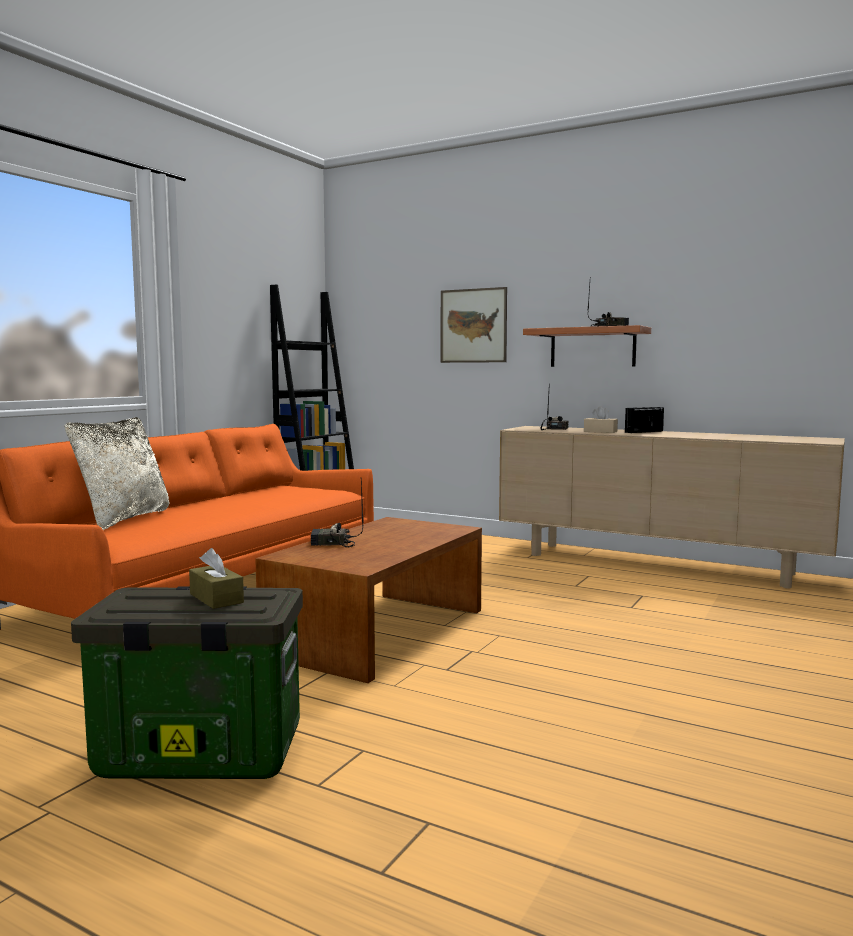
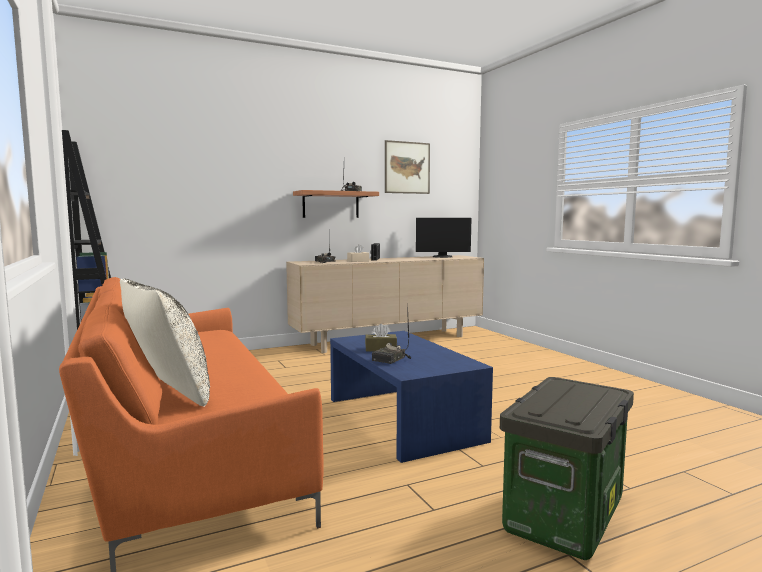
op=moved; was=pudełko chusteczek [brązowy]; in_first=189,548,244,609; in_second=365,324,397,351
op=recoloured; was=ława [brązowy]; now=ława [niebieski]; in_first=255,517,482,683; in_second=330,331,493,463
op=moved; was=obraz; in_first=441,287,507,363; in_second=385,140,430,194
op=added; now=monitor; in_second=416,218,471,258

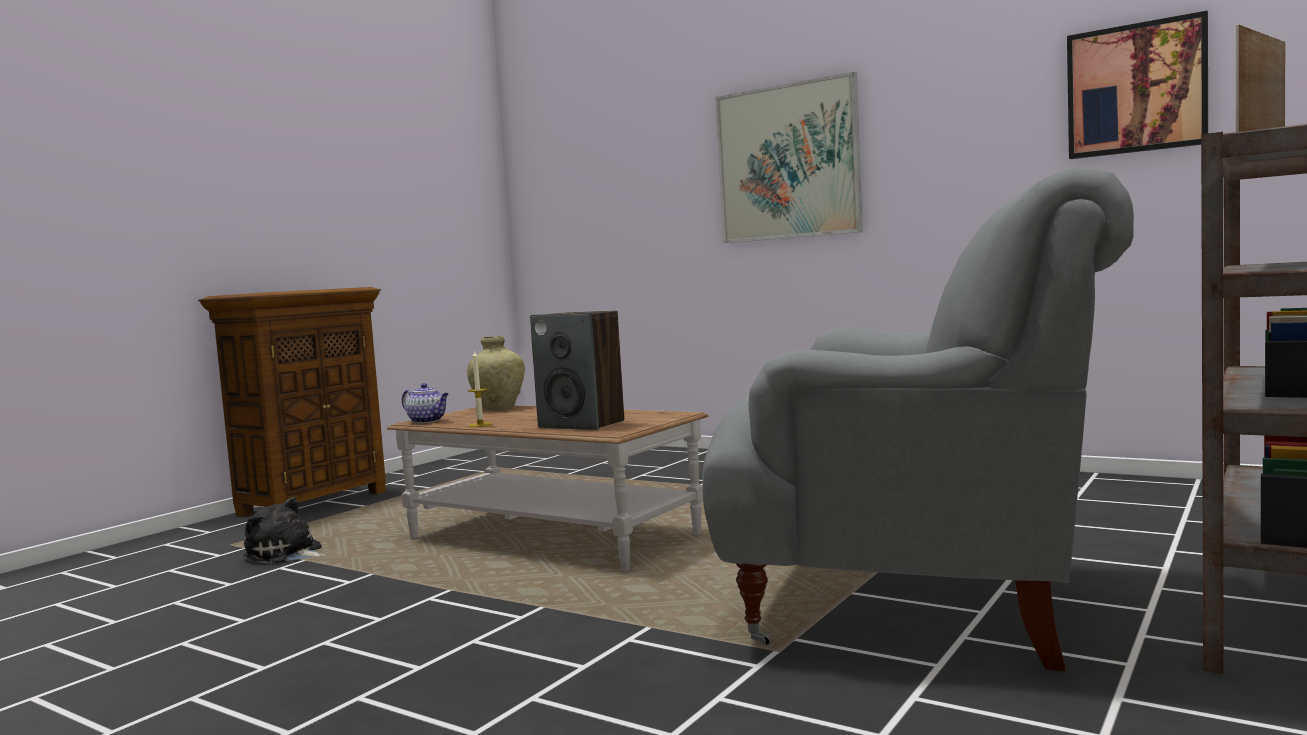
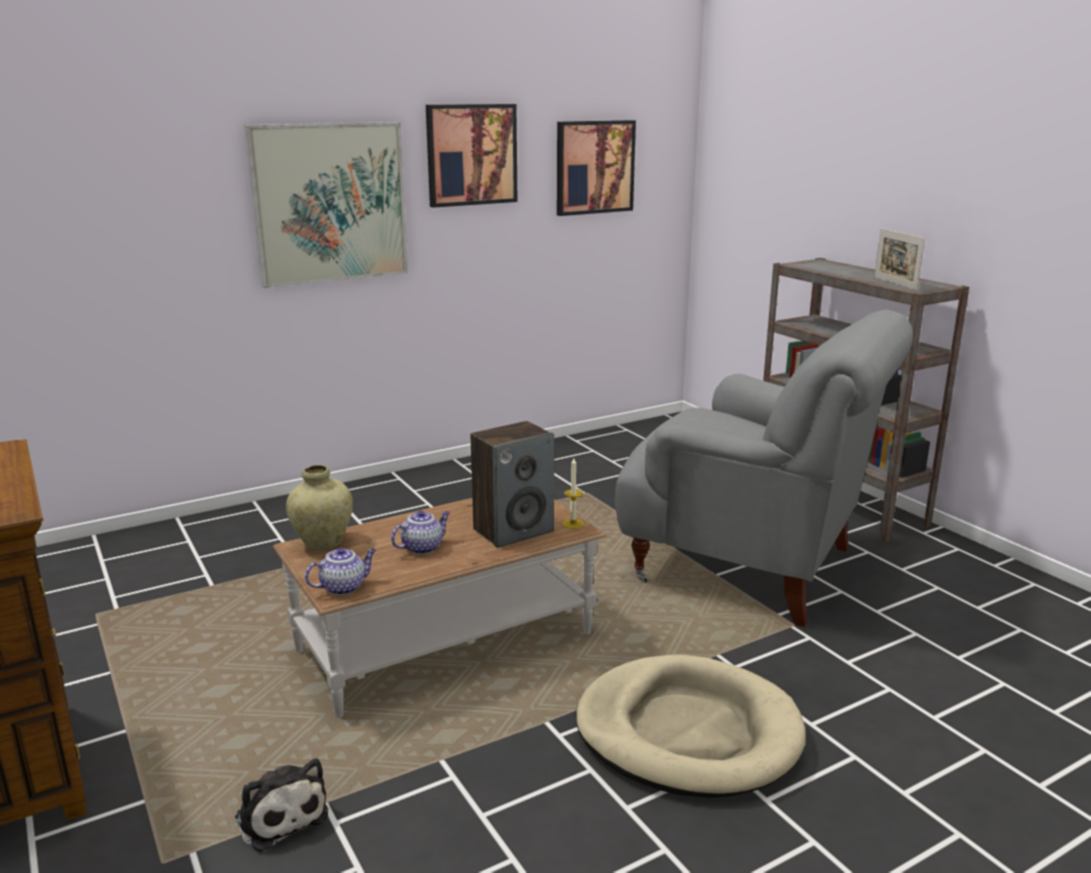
op=turned; was=pluszak; in_first=243,497,324,564; in_second=235,758,328,852; clockwise=-90
op=moved; was=świeca; in_first=468,351,492,427; in_second=562,458,584,529
op=turned; was=fotel [szary]; in_first=702,167,1134,672; in_second=615,310,913,627; clockwise=75
op=added; now=imbryk; in_second=391,511,450,554
op=added; now=obraz; in_second=426,104,517,208
op=added; now=legowisko [beżowy]; in_second=576,655,805,798

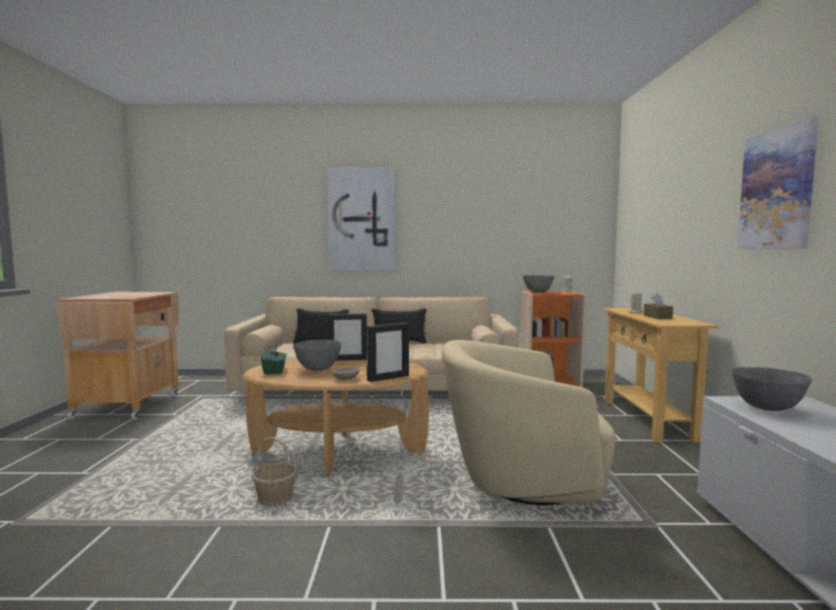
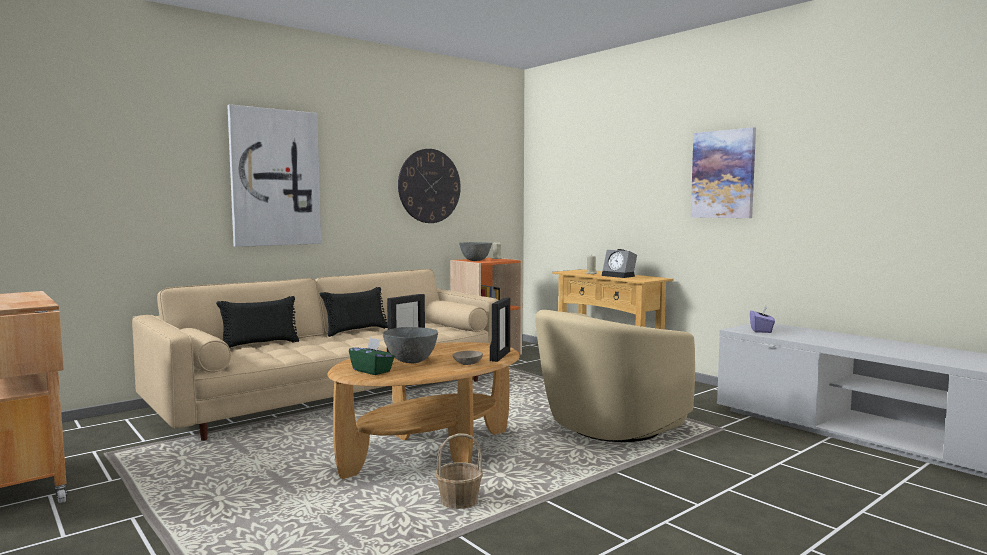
op=replaced; was=pudełko chusteczek [brązowy]; now=budzik; in_first=644,293,673,319; in_second=602,249,637,278
op=replaced; was=miska [szary]; now=pudełko chusteczek [fioletowy]; in_first=732,367,812,411; in_second=750,306,775,333
op=added; now=zegar ścienny; in_second=398,149,461,223

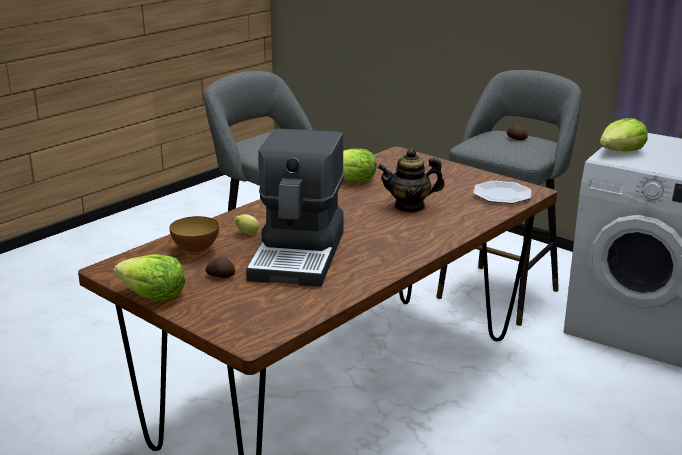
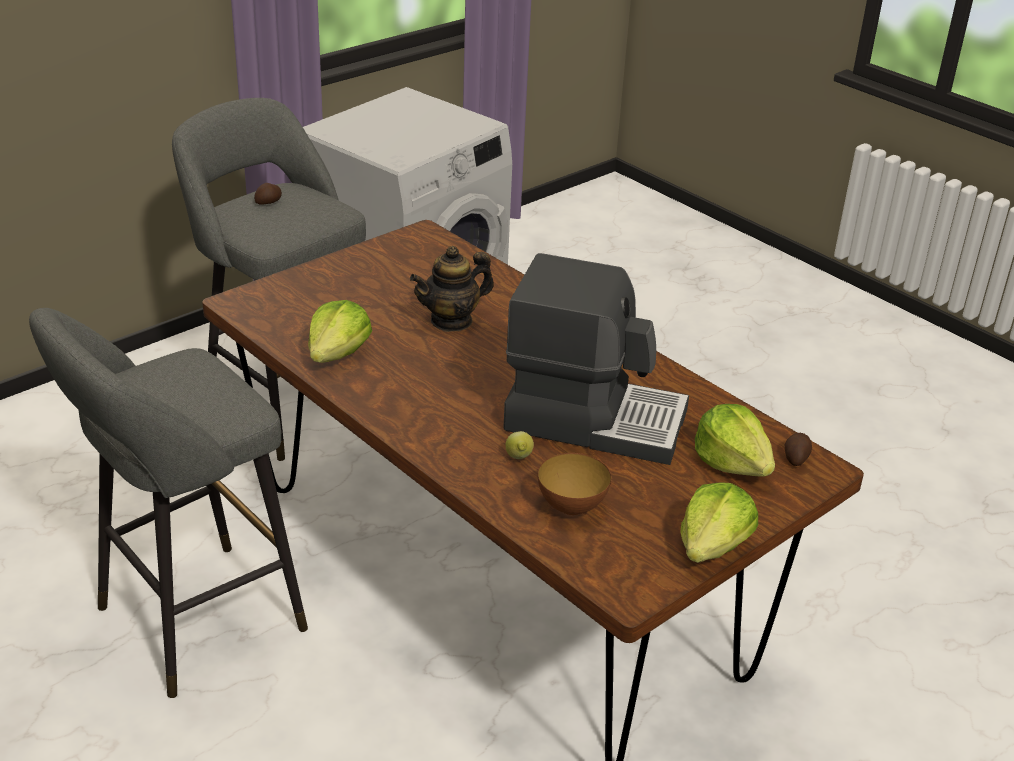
op=moved; was=ziemniak; in_first=206,257,235,278; in_second=785,433,812,466
op=turned; was=imbryk; in_first=378,148,445,213; in_second=410,246,494,332; clockwise=60
op=removed; was=talerz; in_first=473,181,532,204
op=moved; was=sałata; in_first=600,118,648,152; in_second=695,404,775,476

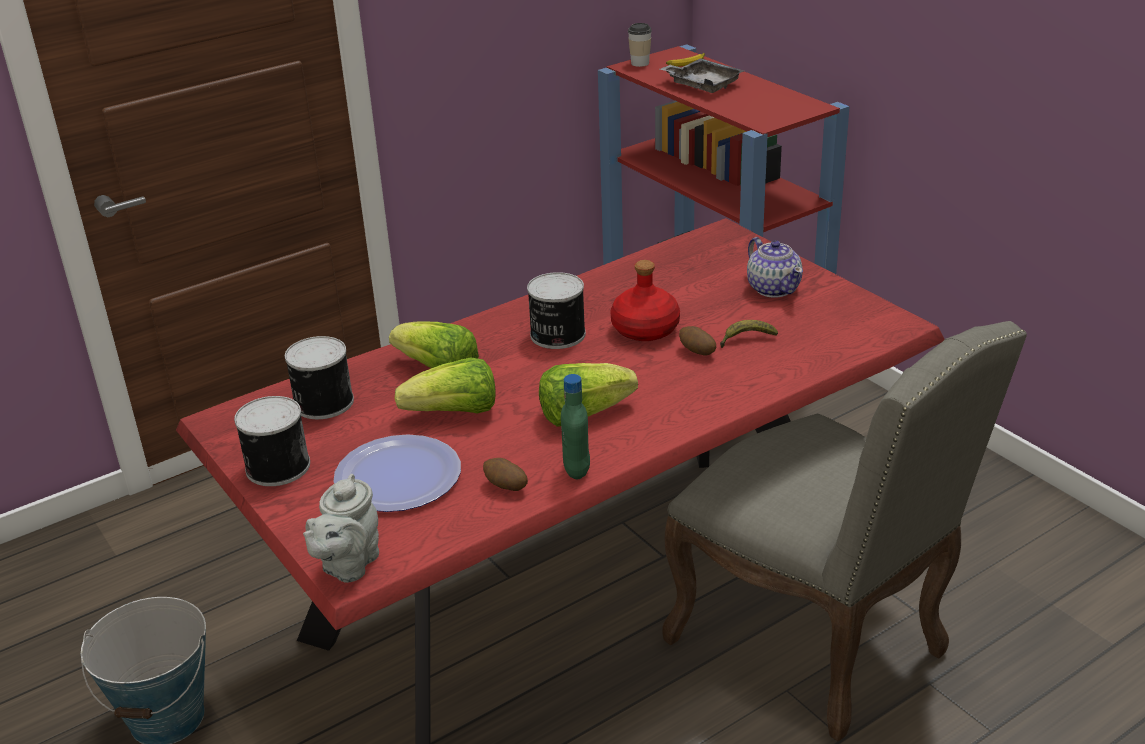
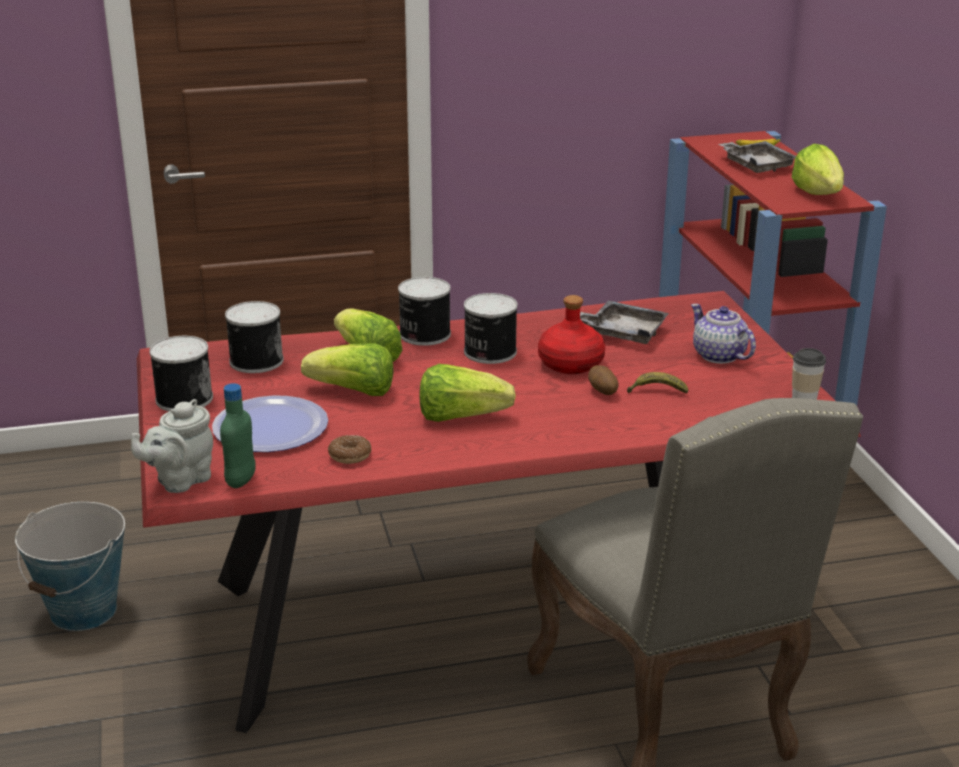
op=replaced; was=ziemniak; now=donut; in_first=483,458,528,491; in_second=328,435,372,464
op=moved; was=butelka [zielony]; in_first=561,374,590,479; in_second=220,383,256,488
op=moved; was=filiżanka; in_first=628,23,652,67; in_second=792,348,826,400
op=turned; was=imbryk; in_first=747,237,803,298; in_second=691,304,756,364; clockwise=150
op=added; now=puszka; in_second=398,277,451,346
op=added; now=taca [szary]; in_second=580,300,669,344
op=added; now=sałata; in_second=792,144,844,195

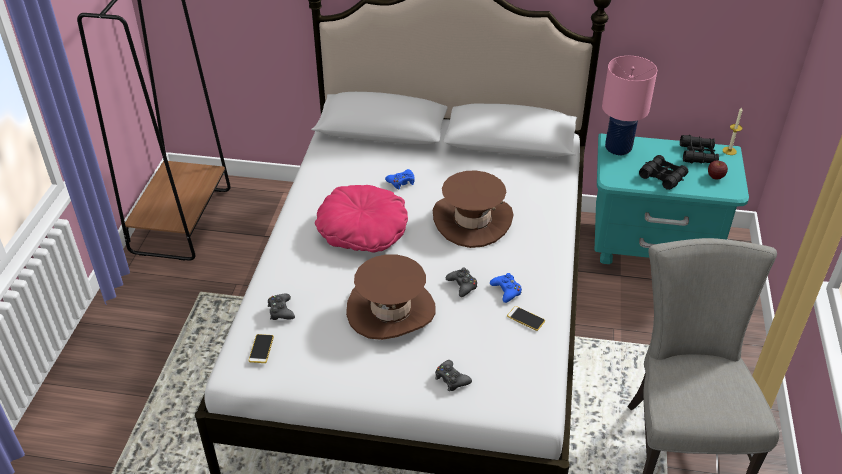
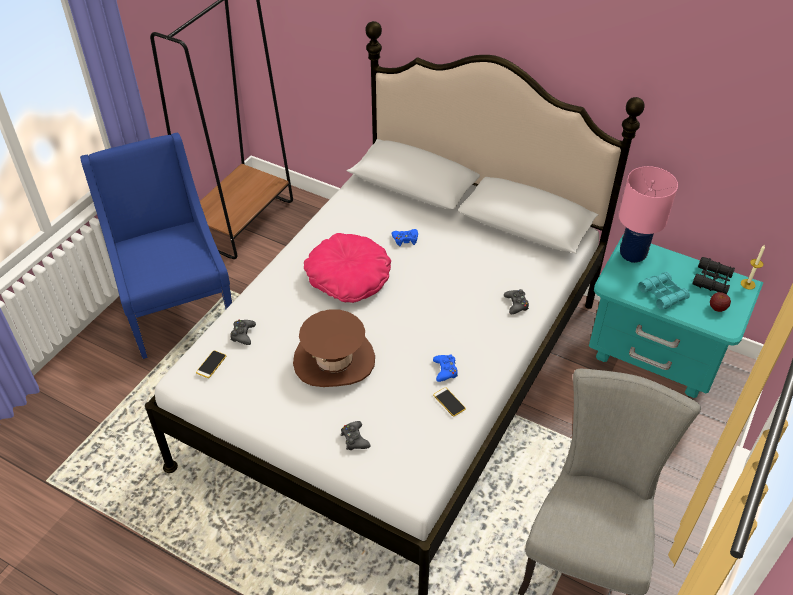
op=removed; was=kapelusz [brązowy]; in_first=433,170,514,248
op=moved; was=pad do gier [czarny]; in_first=446,267,477,297; in_second=504,289,529,314
op=recoloured; was=lornetka [czarny]; now=lornetka [turkusowy]; in_first=639,155,688,190; in_second=638,272,690,310
op=added; now=fotel [niebieski]; in_second=80,133,232,359

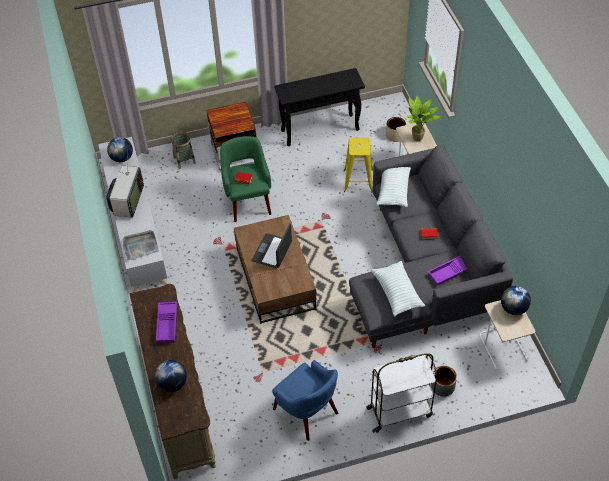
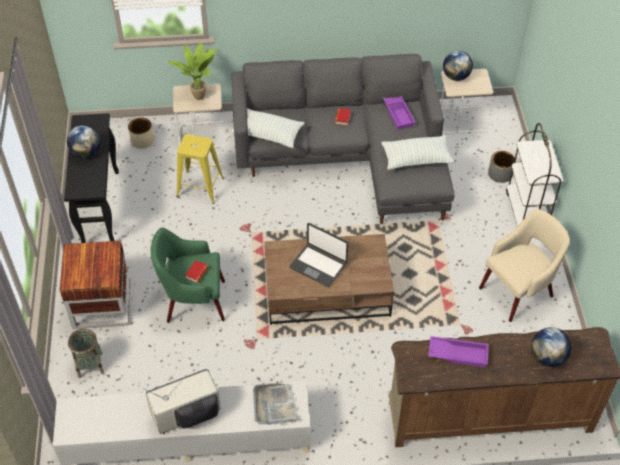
op=turned; was=telewizor; in_first=106,160,144,218; in_second=142,369,220,434; clockwise=-45
op=moved; was=globus; in_first=107,137,133,162; in_second=67,125,100,158
op=recoloured; was=fotel [niebieski]; now=fotel [beżowy]; in_first=272,360,338,441; in_second=479,209,570,322

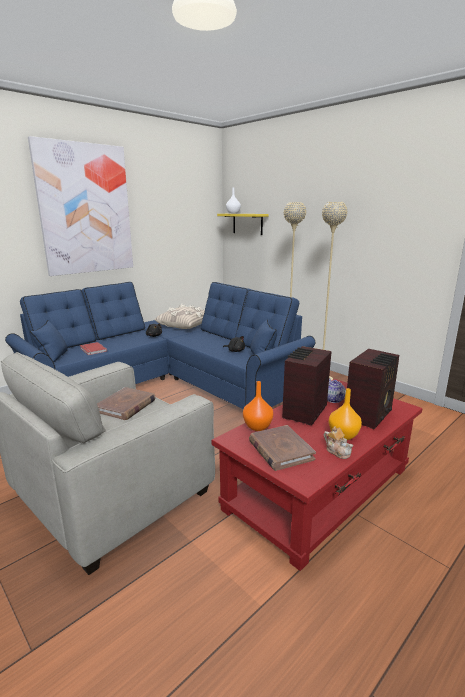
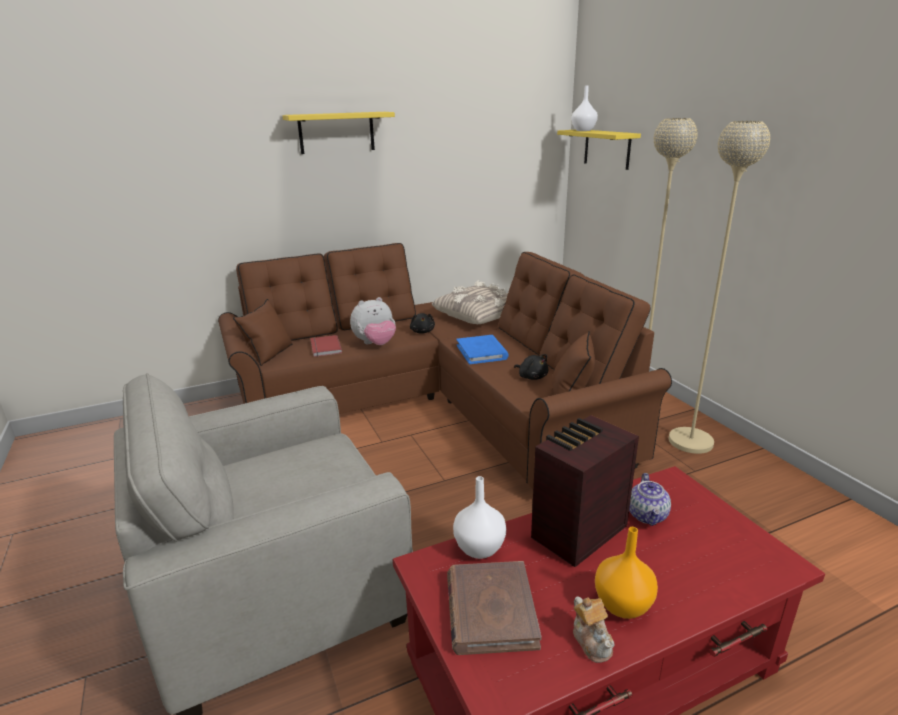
op=recoloured; was=kanapa [niebieski]; now=kanapa [brązowy]; in_first=5,282,315,409; in_second=218,243,672,489
op=replaced; was=obraz; now=półka [żółty]; in_first=28,136,133,276; in_second=282,112,395,154
op=removed; was=książka [brązowy]; in_first=97,387,156,420
op=recoloured; was=wazon [pomarańczowy]; now=wazon [biały]; in_first=243,381,273,431; in_second=453,476,506,559
op=removed; was=radio; in_first=347,349,399,429
op=added; now=pluszak; in_second=350,297,396,345
op=added; now=książka [niebieski]; in_second=457,335,509,364

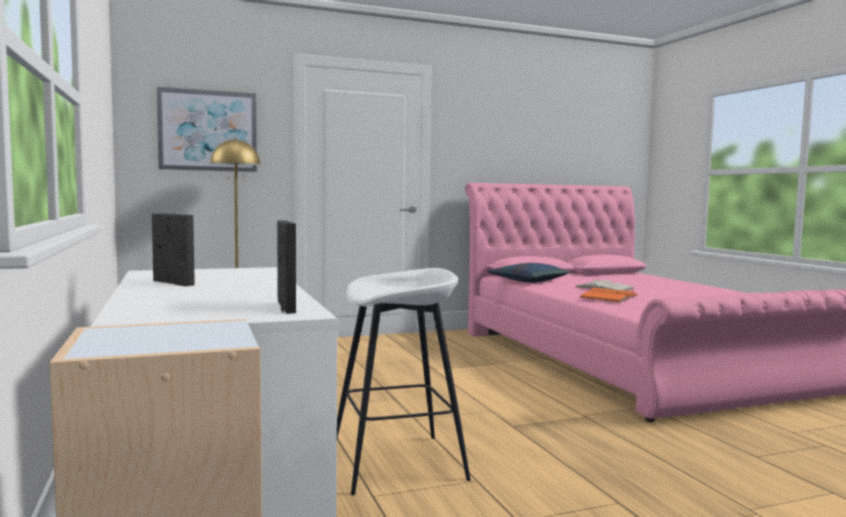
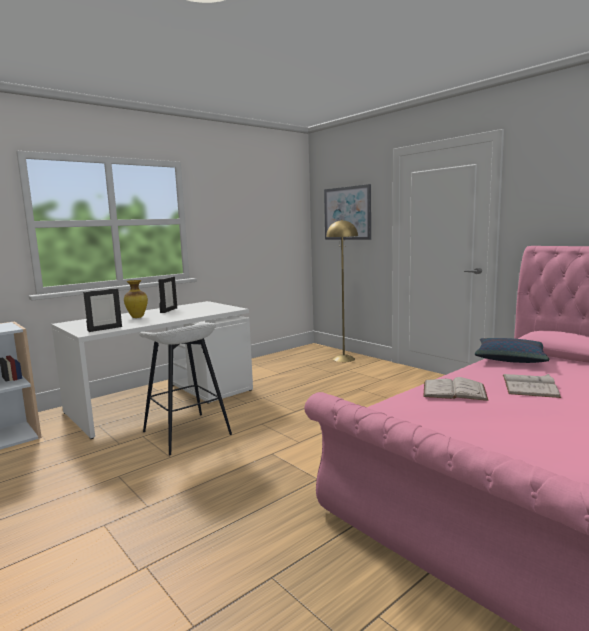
op=recoloured; was=książka [pomarańczowy]; now=książka [biały]; in_first=579,288,638,302; in_second=423,377,488,401
op=added; now=wazon; in_second=124,280,148,318

